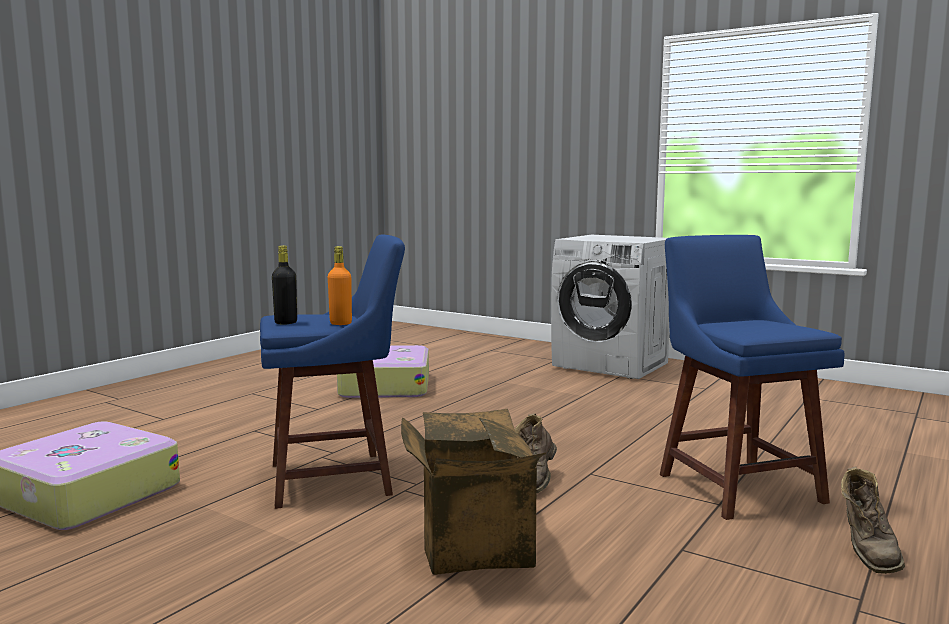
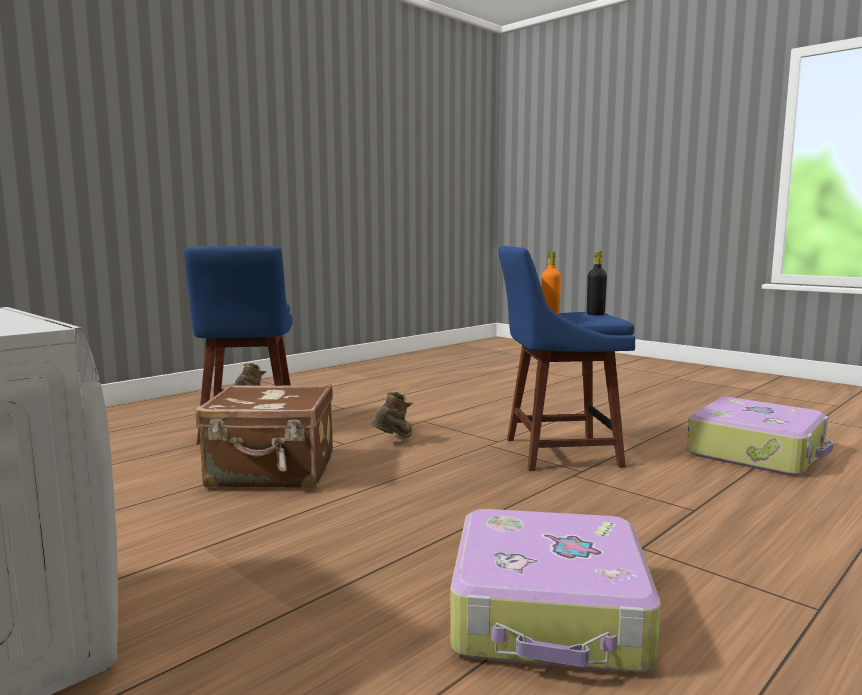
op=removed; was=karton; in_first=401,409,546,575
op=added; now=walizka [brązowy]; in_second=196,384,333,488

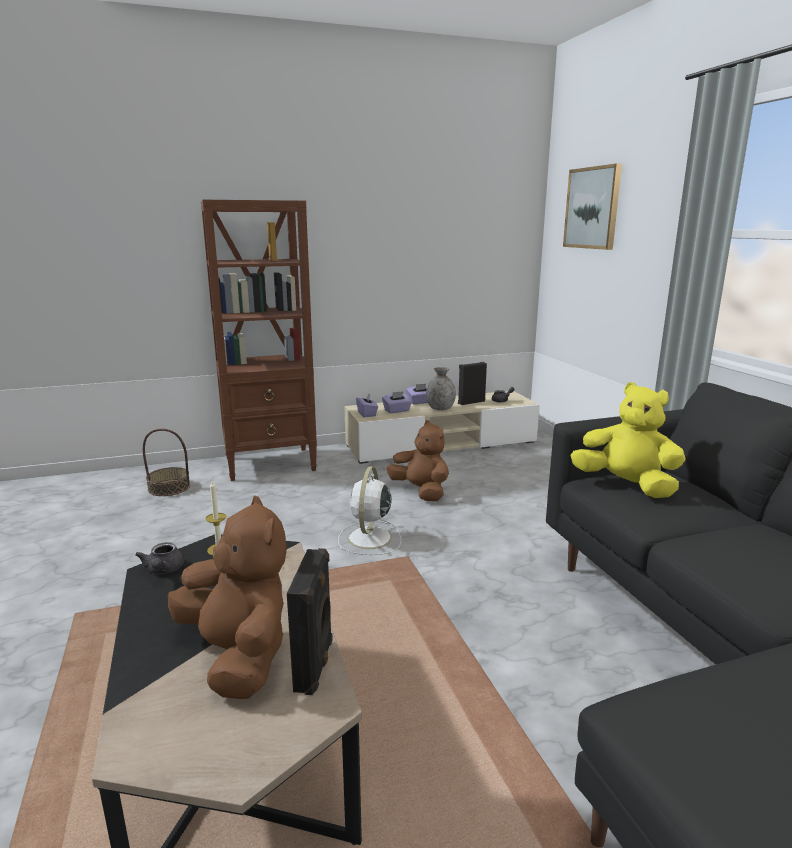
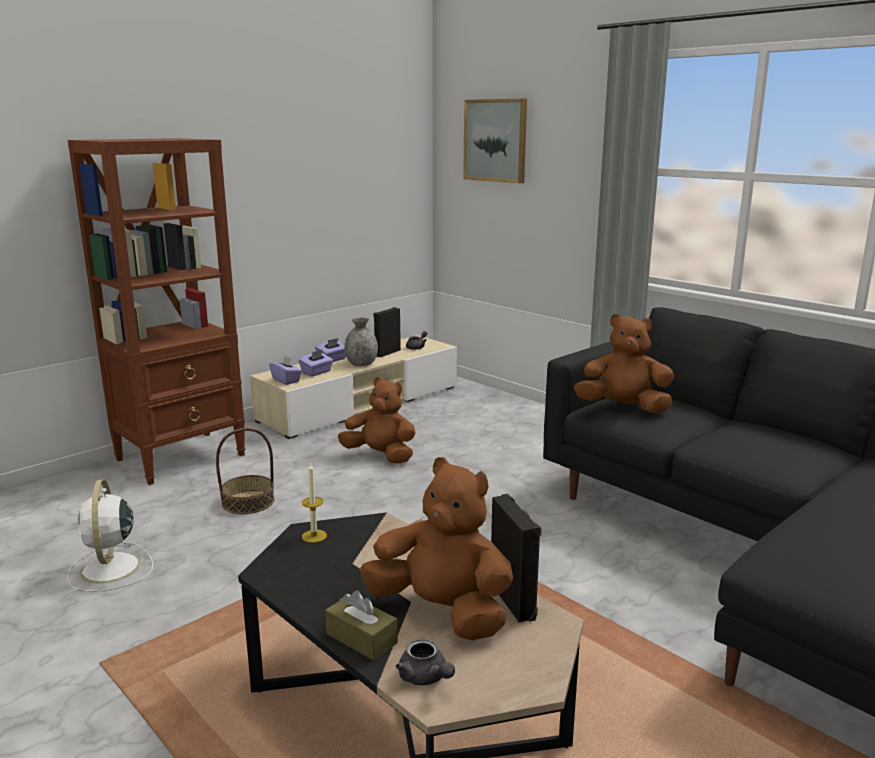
op=moved; was=imbryk [szary]; in_first=135,542,184,574; in_second=396,639,455,686
op=moved; was=koszyk; in_first=143,428,190,496; in_second=216,428,274,514
op=moved; was=wentylator [biały]; in_first=338,466,401,555; in_second=67,479,153,592
op=recoloured; was=pluszak [żółty]; now=pluszak [brązowy]; in_first=570,382,686,498; in_second=574,314,674,414
op=added; now=pudełko chusteczek [brązowy]; in_second=325,590,398,661

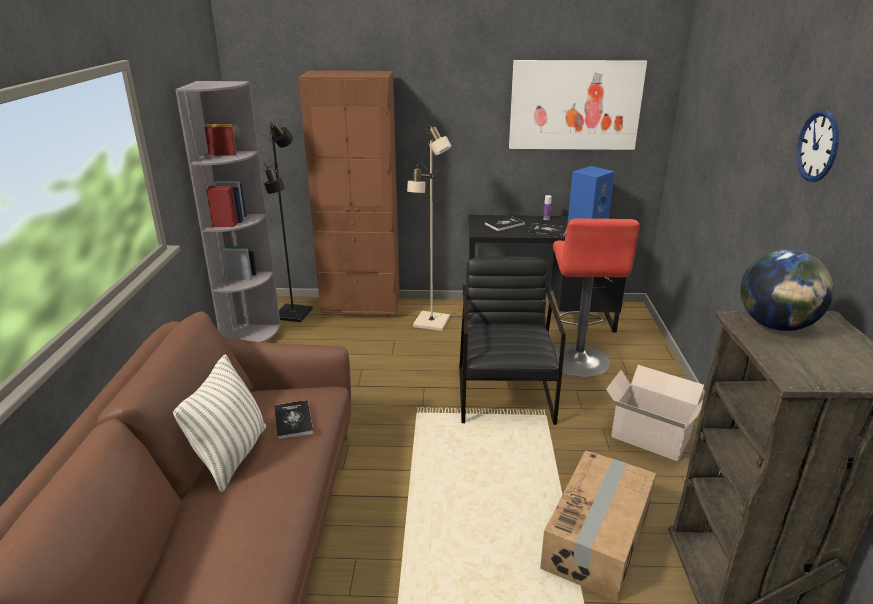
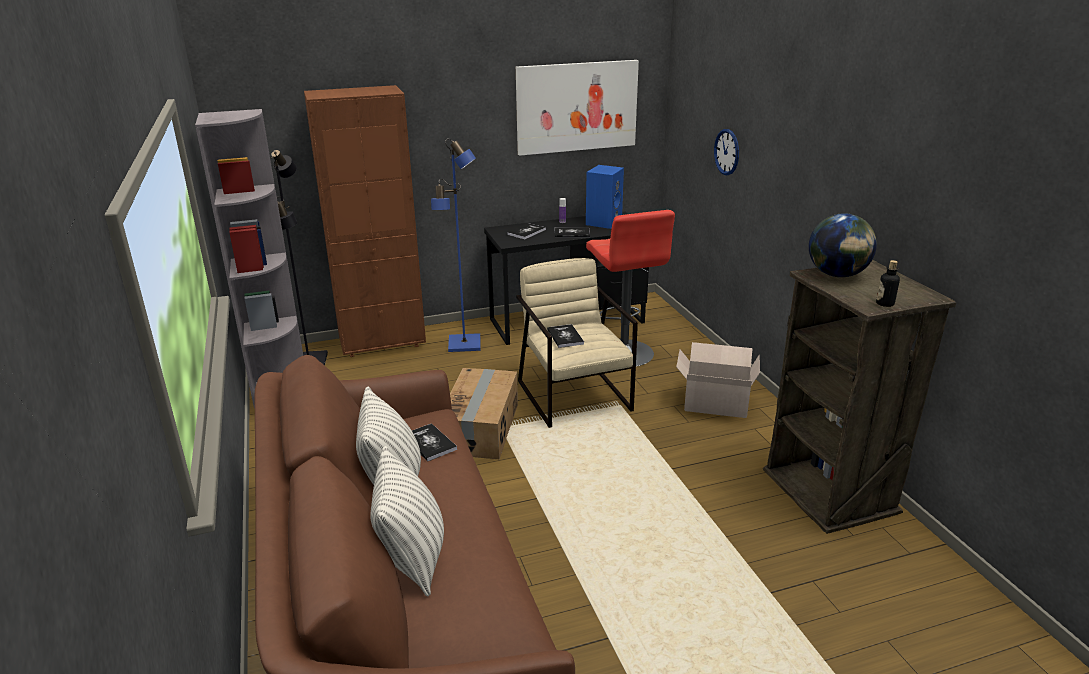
op=recoloured; was=lampa stojąca [beżowy]; now=lampa stojąca [niebieski]; in_first=407,124,452,331; in_second=431,139,481,352
op=recoloured; was=fotel [czarny]; now=fotel [beżowy]; in_first=459,256,566,425; in_second=516,258,638,428
op=moved; was=karton; in_first=540,450,656,602; in_second=450,368,518,459
op=moved; was=zegar ścienny; in_first=797,110,839,182; in_second=714,129,739,175
op=added; now=poduszka; in_second=370,446,444,596
op=added; now=książka; in_second=547,324,584,348
op=added; now=butelka; in_second=876,260,900,307

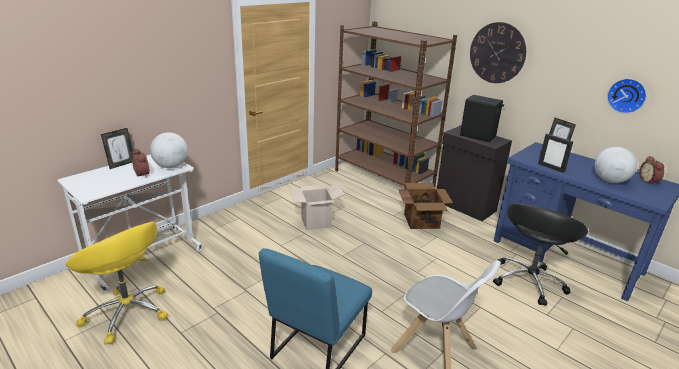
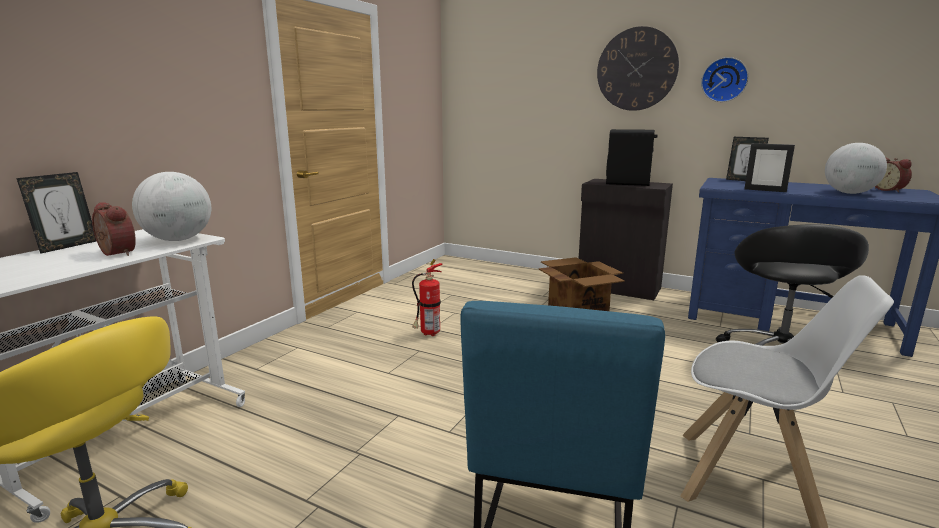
op=replaced; was=karton; now=gaśnica; in_first=289,183,344,230; in_second=412,259,443,336
op=removed; was=regał [brązowy]; in_first=335,21,457,189
op=moved; was=zegar ścienny; in_first=607,79,647,114; in_second=701,57,748,102

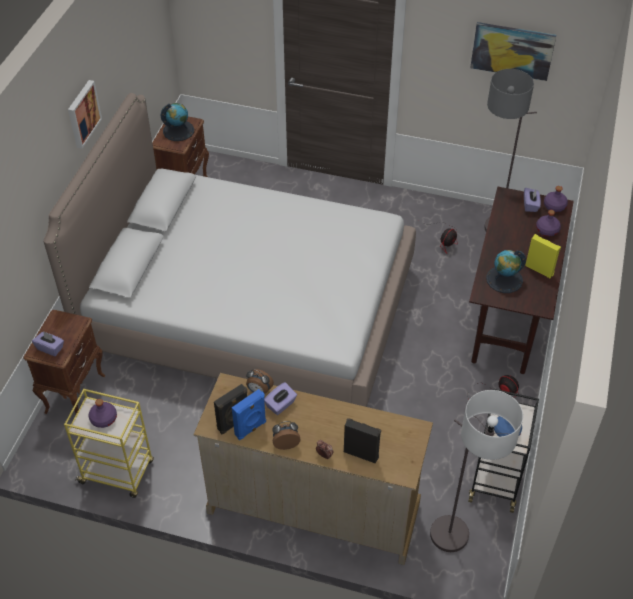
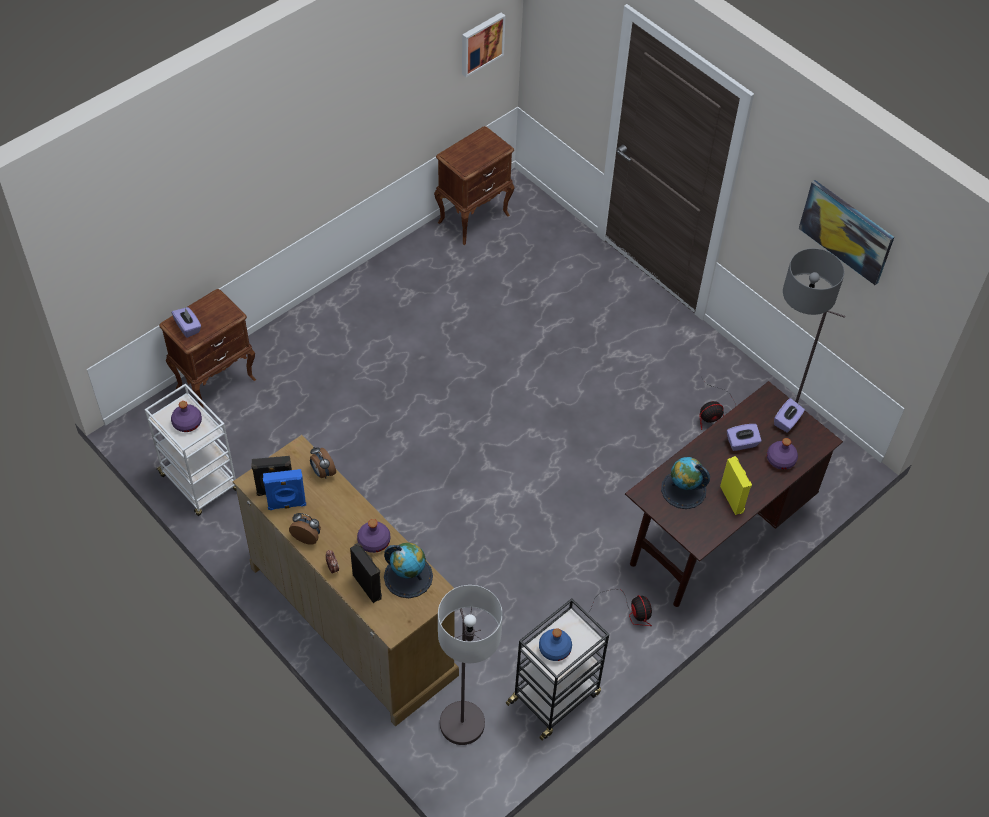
op=removed; was=łóżko; in_first=43,93,416,407
op=recoloured; was=wózek [żółty]; now=wózek [biały]; in_first=64,389,154,498; in_second=145,383,236,516
op=moved; was=obraz; in_first=68,80,102,149; in_second=462,13,505,77
op=moved; was=globus; in_first=161,103,194,141; in_second=384,542,433,598
op=moved; was=pudełko chusteczek [fioletowy]; in_first=264,382,297,415; in_second=727,424,762,451
op=moved; was=butelka [fioletowy]; in_first=544,186,568,212; in_second=357,519,390,553

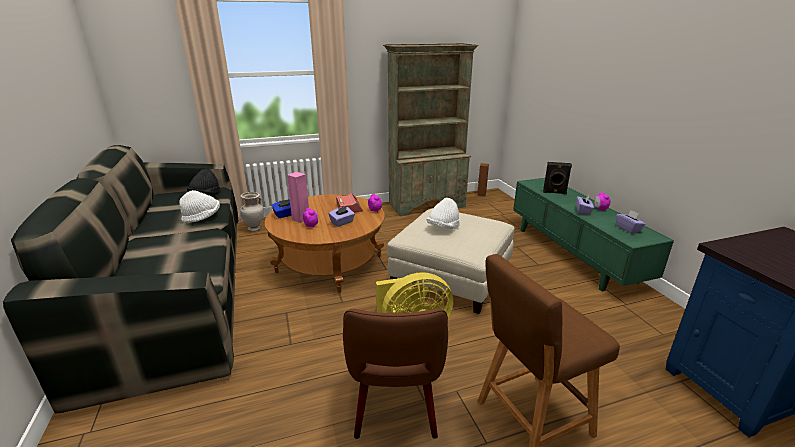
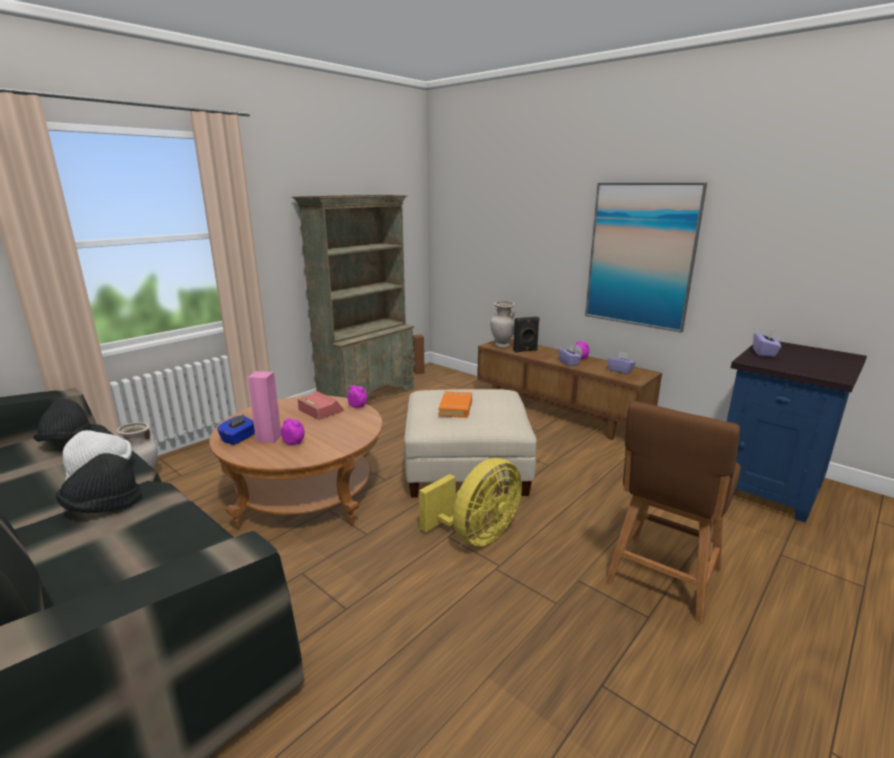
op=moved; was=pudełko chusteczek [fioletowy]; in_first=329,206,355,227; in_second=753,330,781,357
op=removed; was=fotel [brązowy]; in_first=343,308,448,439
op=replaced; was=kapelusz [biały]; now=książka [pomarańczowy]; in_first=426,198,460,229; in_second=438,391,472,418
op=recoloured; was=szafka pod telewizor [zielony]; now=szafka pod telewizor [brązowy]; in_first=513,178,674,291; in_second=477,339,662,440
op=added; now=kapelusz [czarny]; in_second=56,453,141,513
op=added; now=wazon [beżowy]; in_second=490,301,515,348
op=added; now=obraz; in_second=585,182,707,333

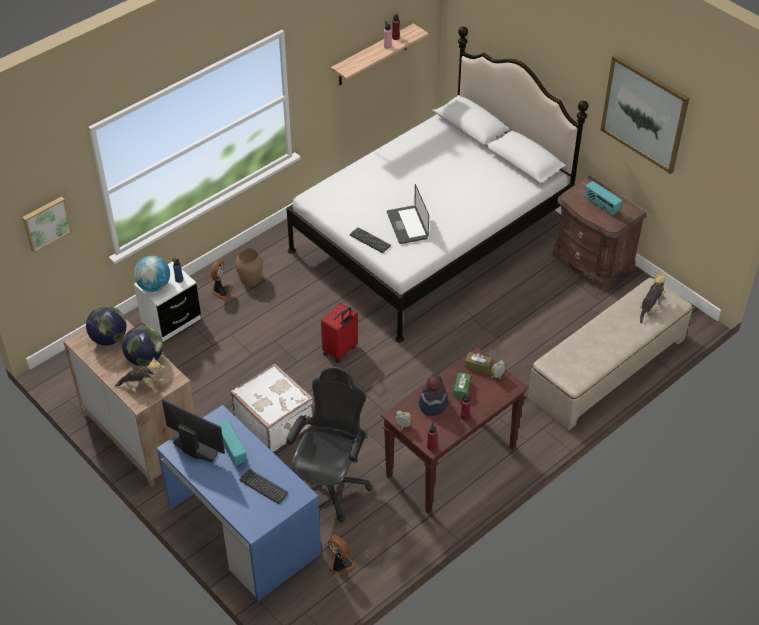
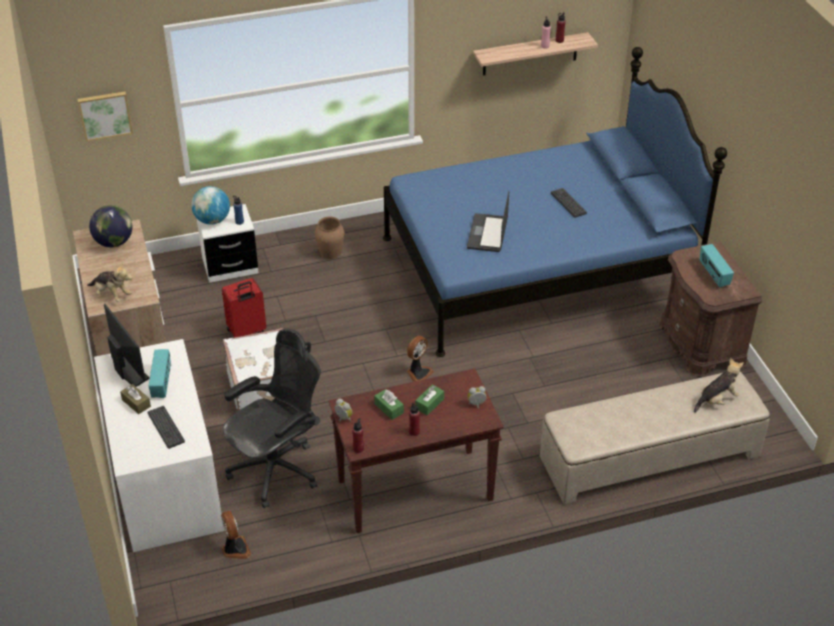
op=removed; was=globus; in_first=122,326,163,366
op=recoloured; was=biurko [niebieski]; now=biurko [biały]; in_first=157,405,321,601; in_second=94,339,224,552
op=moved; was=wentylator; in_first=211,260,233,300; in_second=407,336,434,382
op=recoloured; was=łóżko [biały]; now=łóżko [niebieski]; in_first=286,27,588,342; in_second=383,47,727,357
op=moved; was=walizka [czerwony]; in_first=321,303,358,363; in_second=222,278,266,338
op=moved; was=klawiatura; in_first=350,227,391,253; in_second=551,188,587,218
op=replaced; was=kapelusz; now=pudełko chusteczek [zielony]; in_first=419,374,448,416; in_second=374,389,404,420
op=moved; was=pudełko chusteczek [brązowy]; in_first=465,352,492,374; in_second=120,384,151,414
op=removed; was=obraz; in_first=601,55,689,174

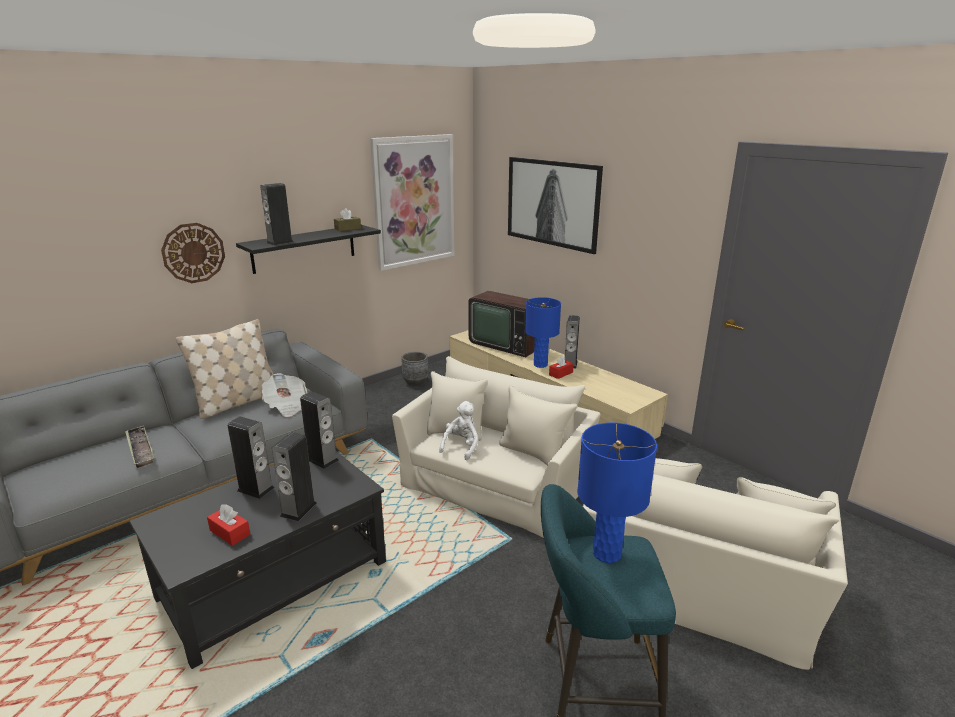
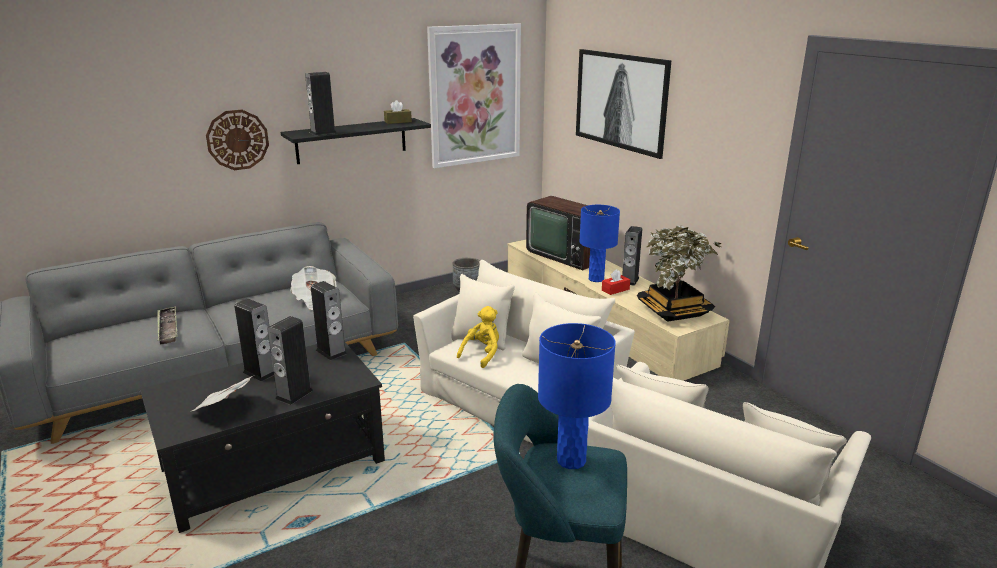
op=removed; was=poduszka [beżowy]; in_first=176,319,273,419
op=replaced; was=pudełko chusteczek [czerwony]; now=gazeta; in_first=207,504,250,546; in_second=190,376,253,412
op=recoloured; was=pluszak [biały]; now=pluszak [żółty]; in_first=439,401,479,460; in_second=457,306,499,368
op=added; now=roślina doniczkowa; in_second=637,225,723,322

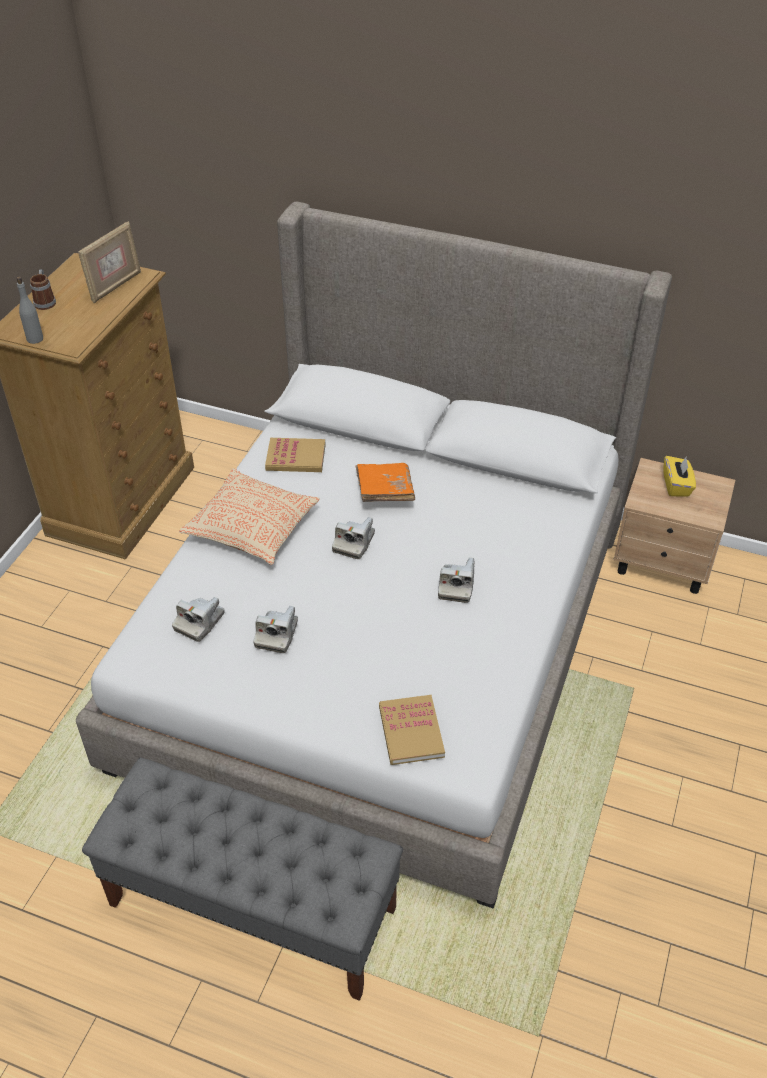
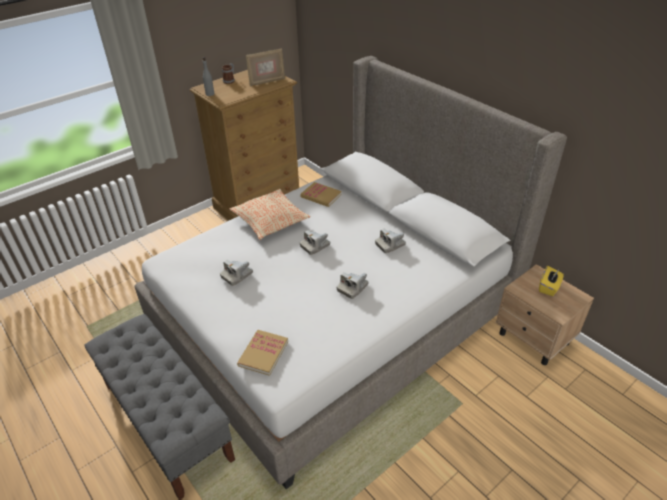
op=moved; was=aparat fotograficzny; in_first=172,597,225,642; in_second=375,228,406,253
op=removed; was=książka [pomarańczowy]; in_first=356,463,415,502

